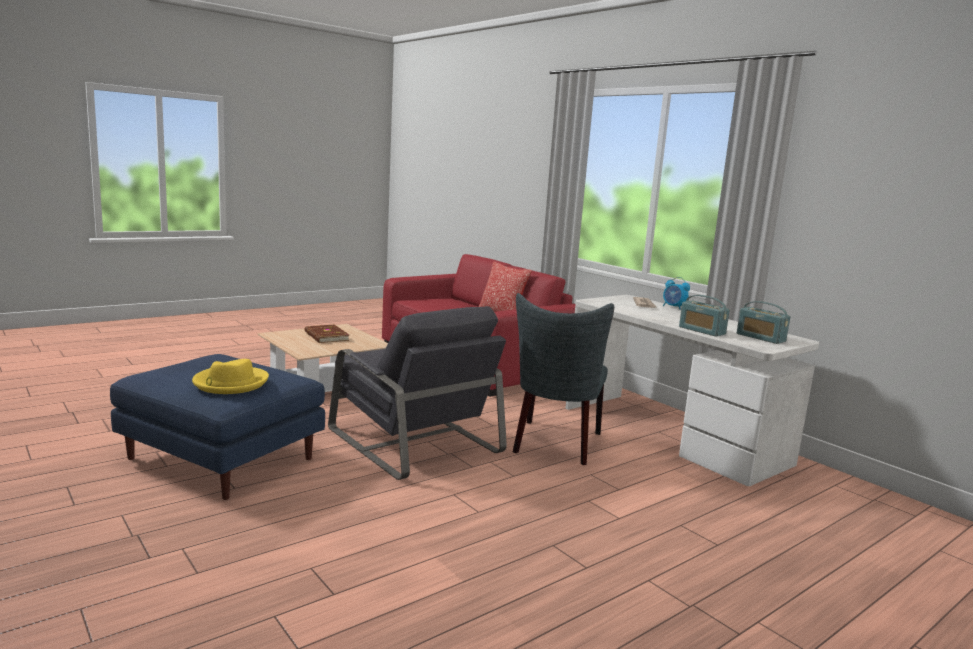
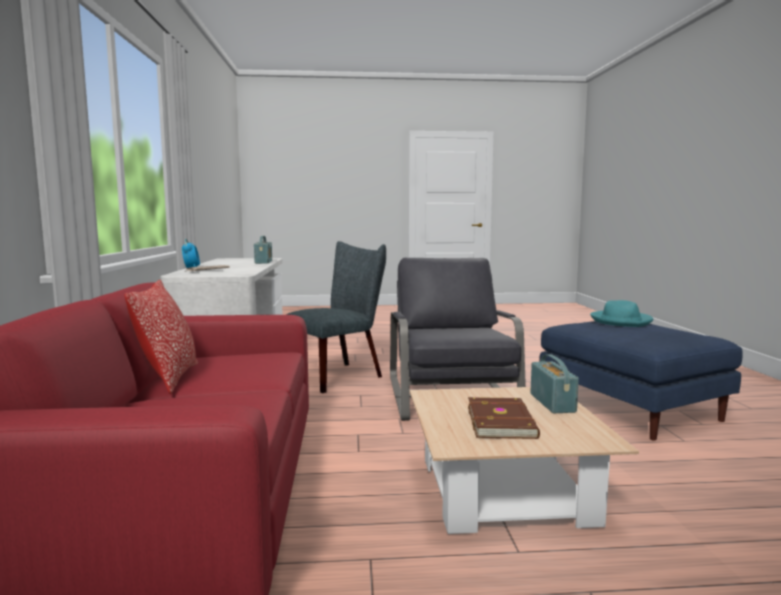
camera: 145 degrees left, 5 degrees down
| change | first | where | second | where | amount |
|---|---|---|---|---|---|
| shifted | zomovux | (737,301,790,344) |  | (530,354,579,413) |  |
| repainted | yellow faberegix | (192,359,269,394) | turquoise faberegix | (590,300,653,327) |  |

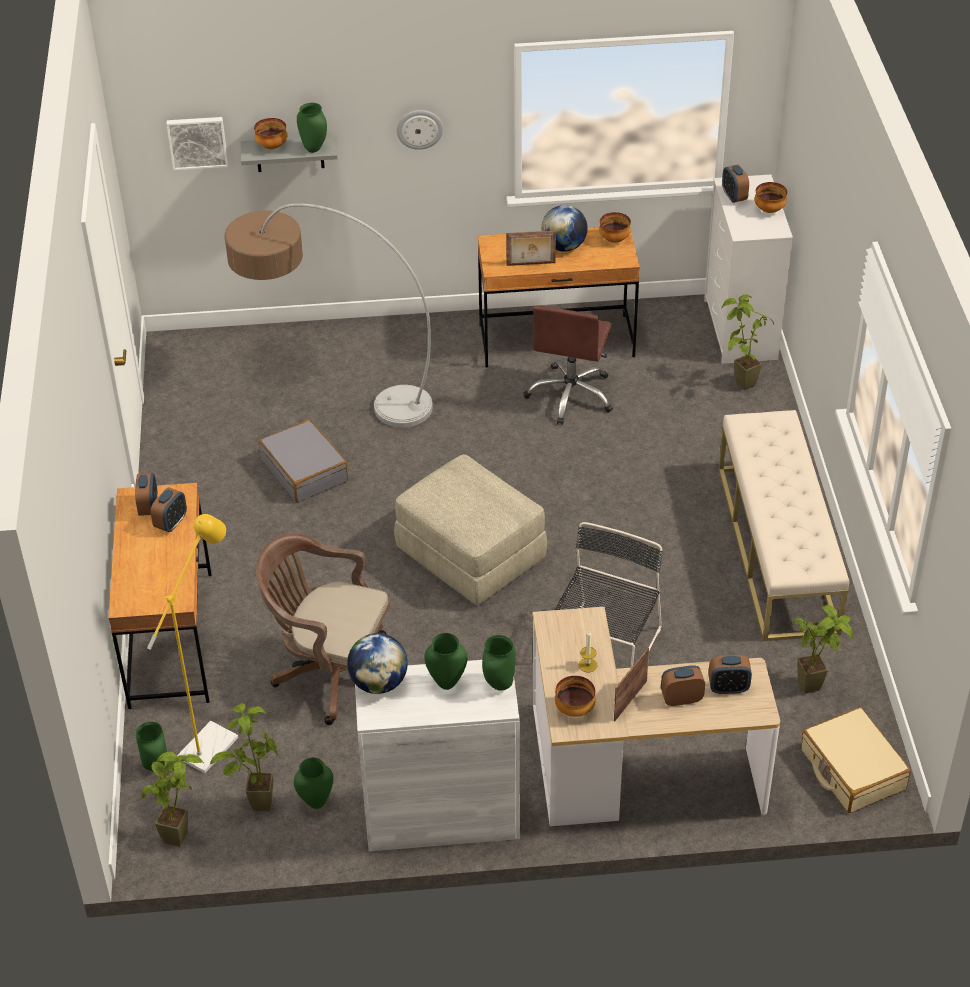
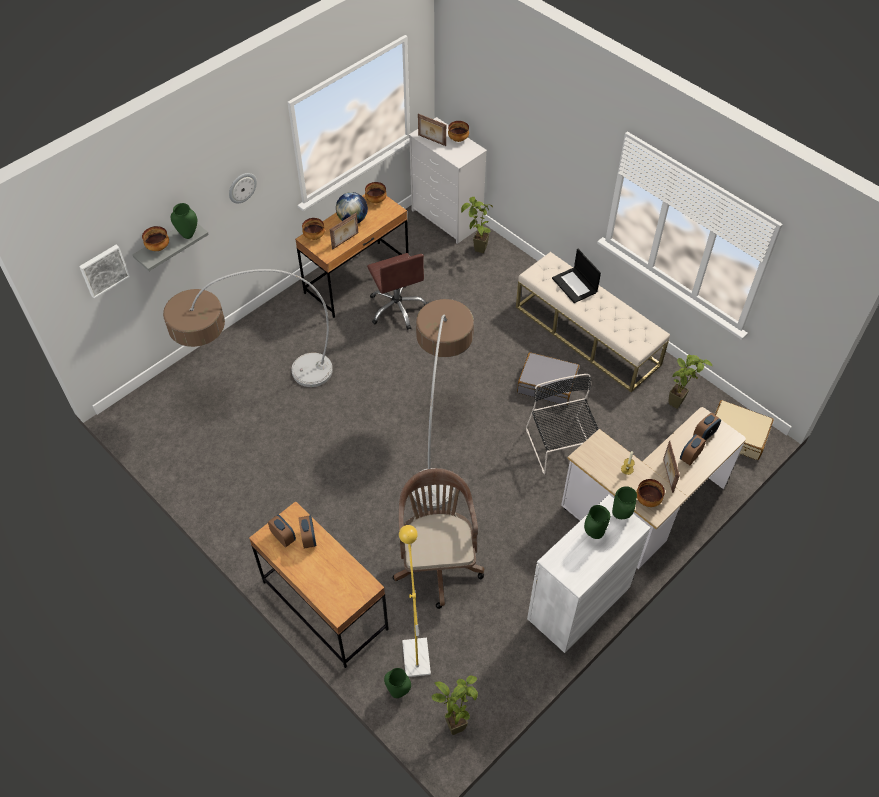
camera: 40 degrees left, 10 degrees up
| change | first | where | second | where | amount |
|---|---|---|---|---|---|
| gone | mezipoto | (209,703,278,811) |  |  |  |
| gone | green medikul | (294,757,334,809) |  |  |  |
| gone | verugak | (347,633,408,694) |  |  |  |
| new |  |  | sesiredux | (302,218,325,240) |  |
| new |  |  | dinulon | (552,249,601,303) |  |
| shifted | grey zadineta | (259,420,348,502) |  | (517,352,579,405) |  |
| swapped | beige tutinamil | (394,454,547,606) | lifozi | (412,299,474,508) |  |
| swapped | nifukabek | (722,165,749,203) | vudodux | (418,114,446,146) |  |
| rotated | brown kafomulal | (256,533,390,725) |  | (393,468,484,609) | 105 degrees clockwise |

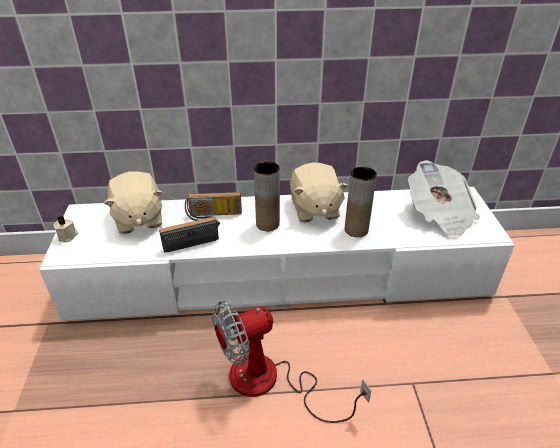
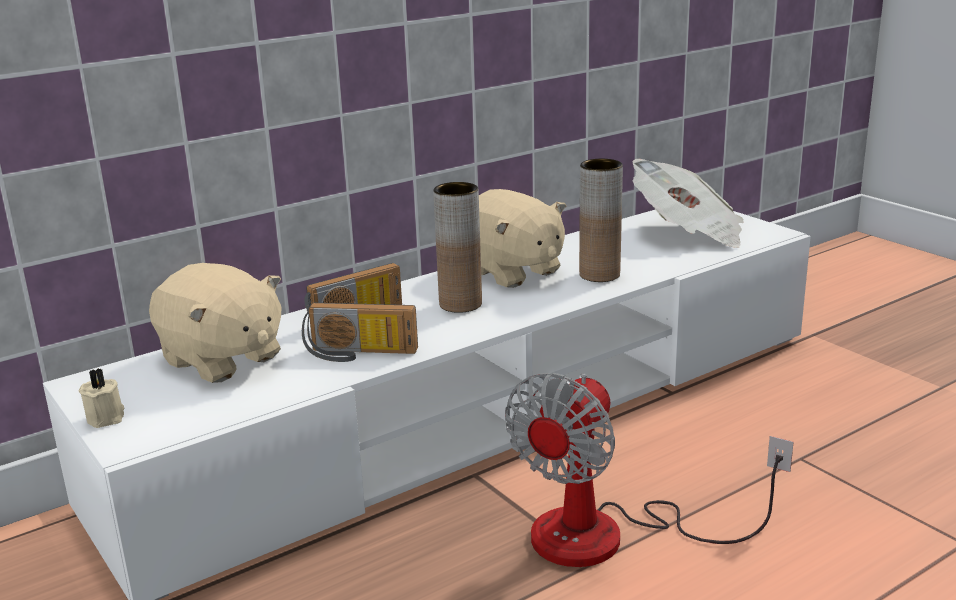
camera: 30 degrees left, 15 degrees down
| change | first | where | second | where | amount |
|---|---|---|---|---|---|
| rotated | zomovux | (159,217,220,252) |  | (302,303,418,362) | 120 degrees counterclockwise |

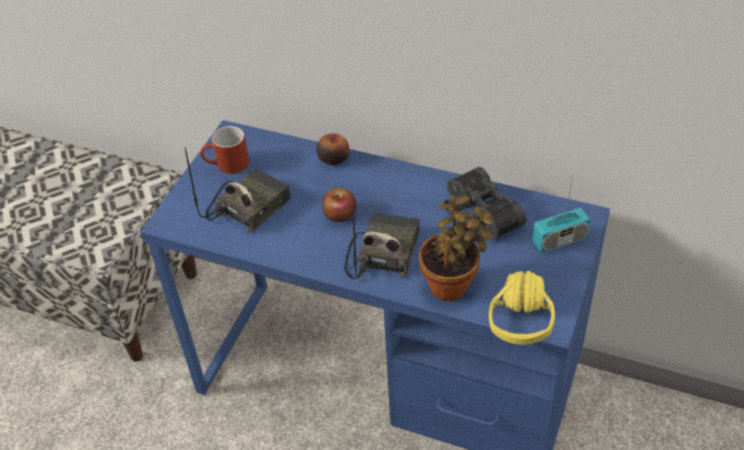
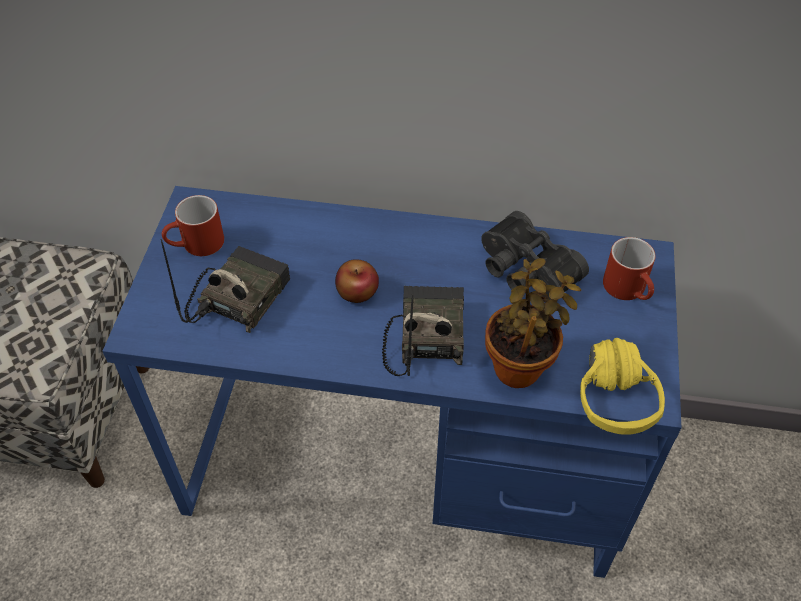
camera: 15 degrees left, 5 degrees up
| change | first | where | second | where | amount |
|---|---|---|---|---|---|
| gone | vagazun | (316,133,350,165) |  |  |  |
| swapped | zomovux | (532,174,591,253) | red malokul | (603,237,656,300) |  |

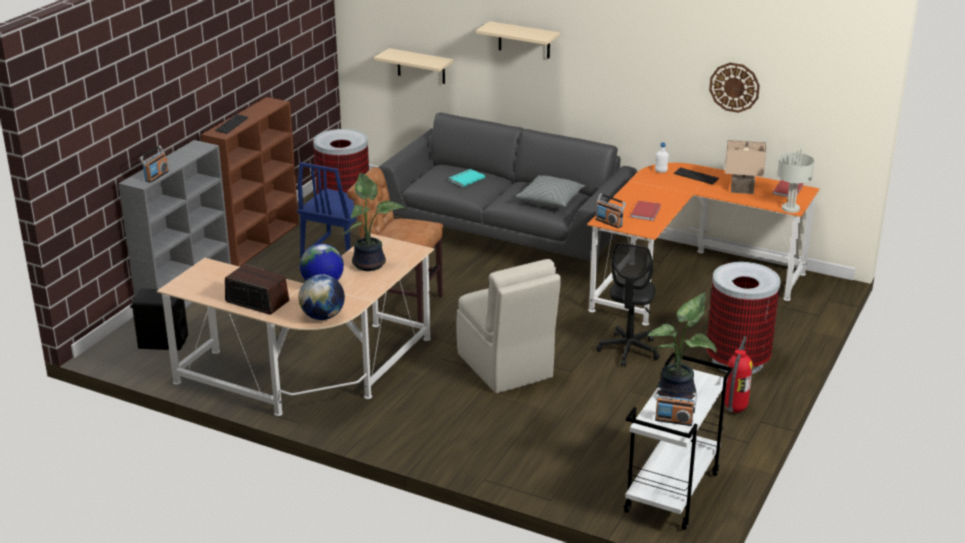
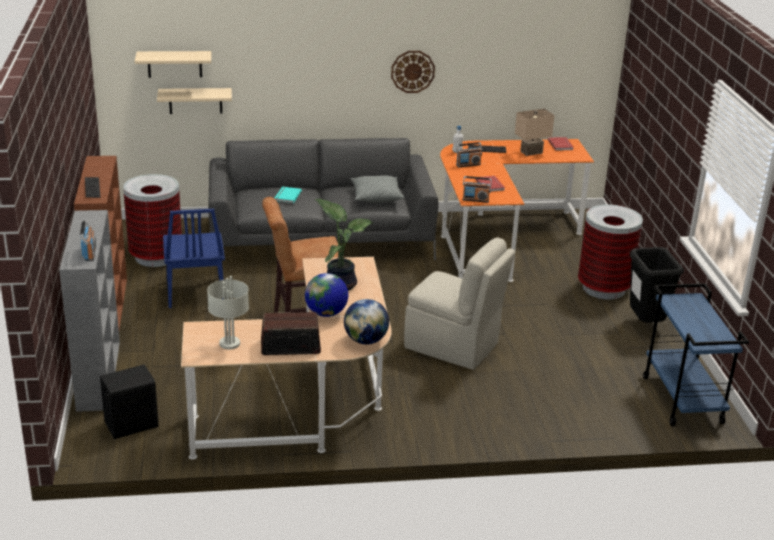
camera: 35 degrees left, 0 degrees up
| change | first | where | second | where | amount |
|---|---|---|---|---|---|
| gone | black kafomulal | (596,243,660,367) |  |  |  |
| gone | mezipoto | (648,293,717,400) |  |  |  |
| shifted | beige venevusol | (476,21,560,58) |  | (135,51,211,78) |  |
| shifted | zomovux | (655,388,697,426) |  | (456,142,482,167) |  |
| shifted | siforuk | (709,63,760,113) |  | (391,51,435,93) |  |
| shifted | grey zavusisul | (777,148,815,213) |  | (207,276,249,349) |  |
| swapped | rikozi | (725,336,753,412) | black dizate | (629,247,684,323) |  |
| repainted | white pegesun | (623,353,733,530) | blue pegesun | (643,283,749,426) |  |

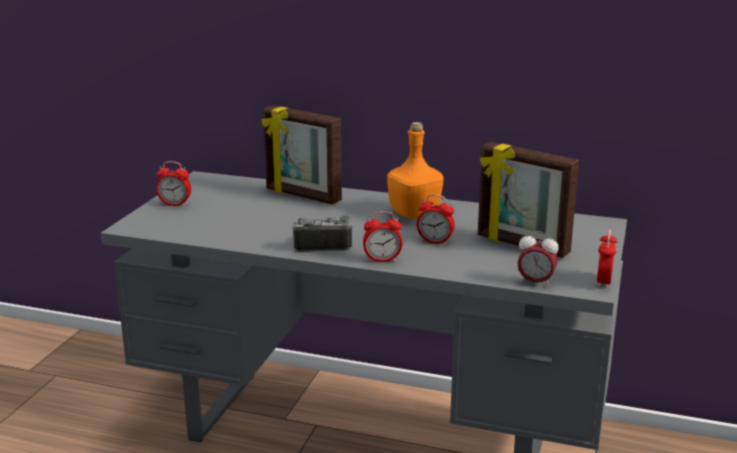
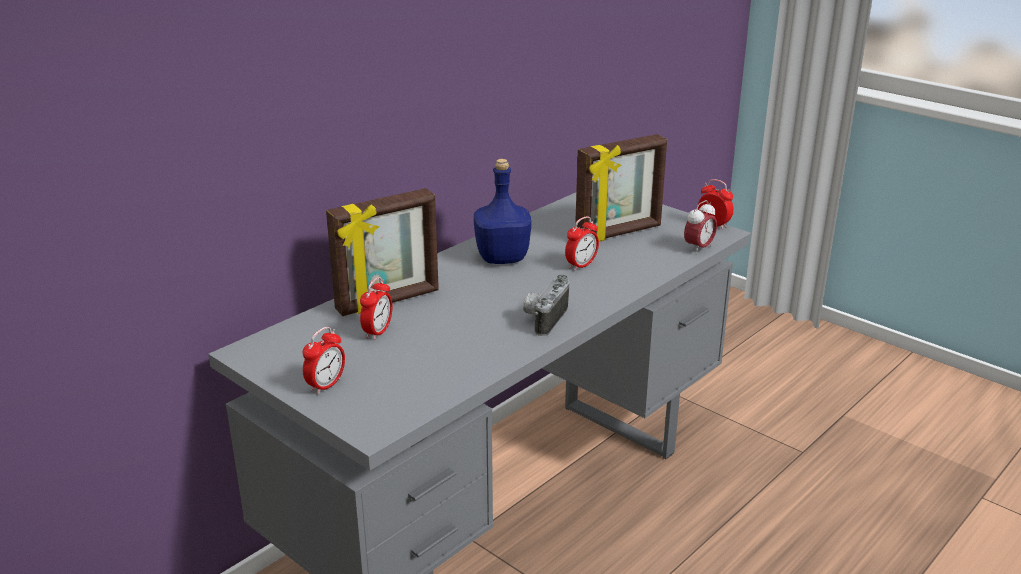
camera: 65 degrees left, 5 degrees up
| change | first | where | second | where | amount |
|---|---|---|---|---|---|
| shifted | nifukabek | (363,211,403,262) |  | (360,277,392,340) |  |
| repainted | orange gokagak | (387,122,444,219) | blue gokagak | (474,159,531,264) |  |

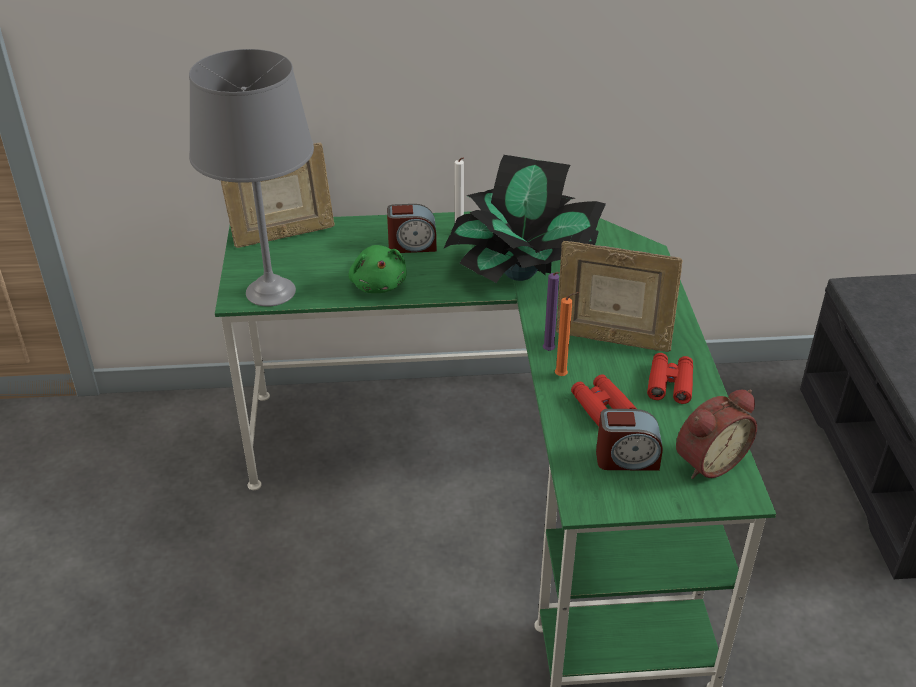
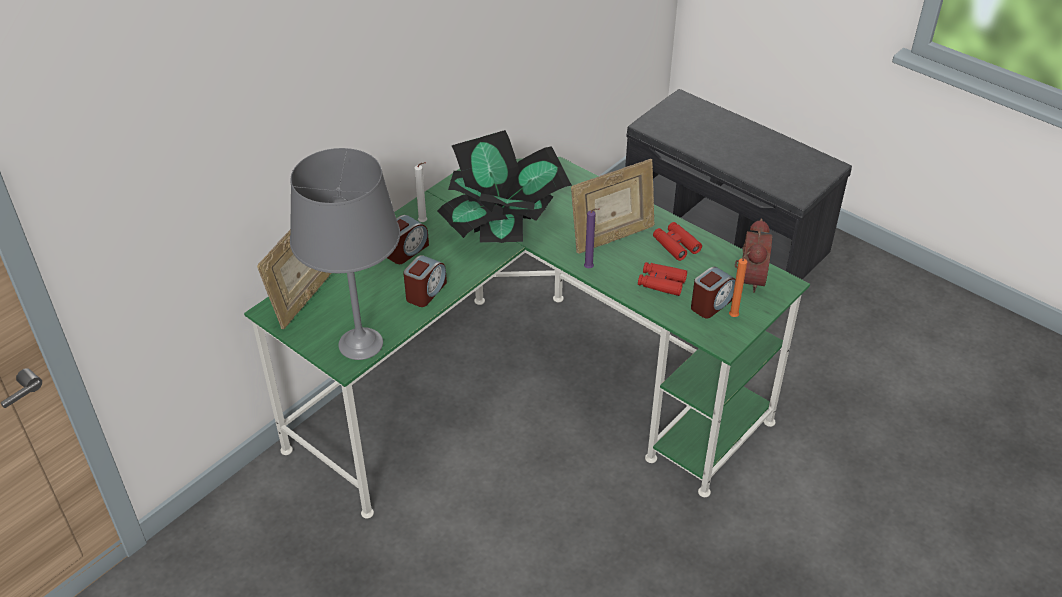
camera: 45 degrees left, 5 degrees up
| change | first | where | second | where | amount |
|---|---|---|---|---|---|
| shifted | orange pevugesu | (555,292,579,376) |  | (729,251,751,317) |  |
| swapped | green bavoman | (349,245,406,293) | nifukabek | (403,255,447,307) |  |

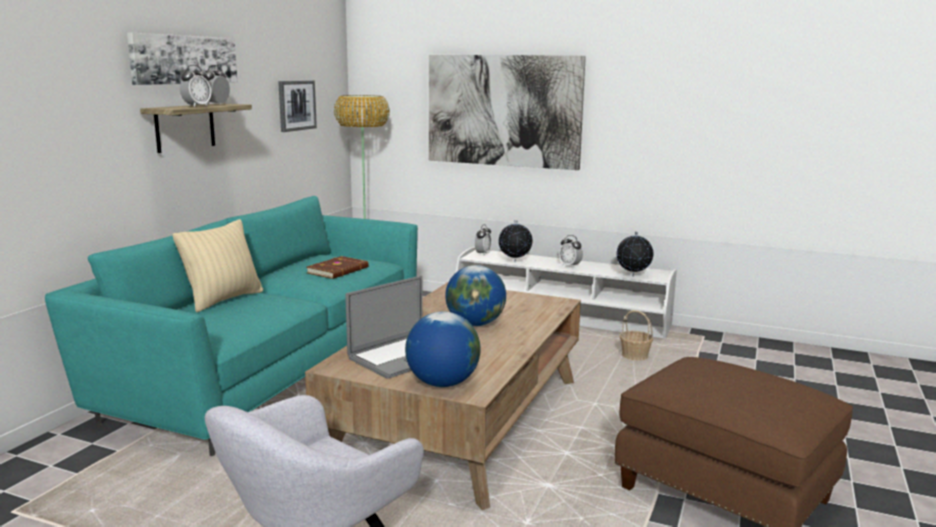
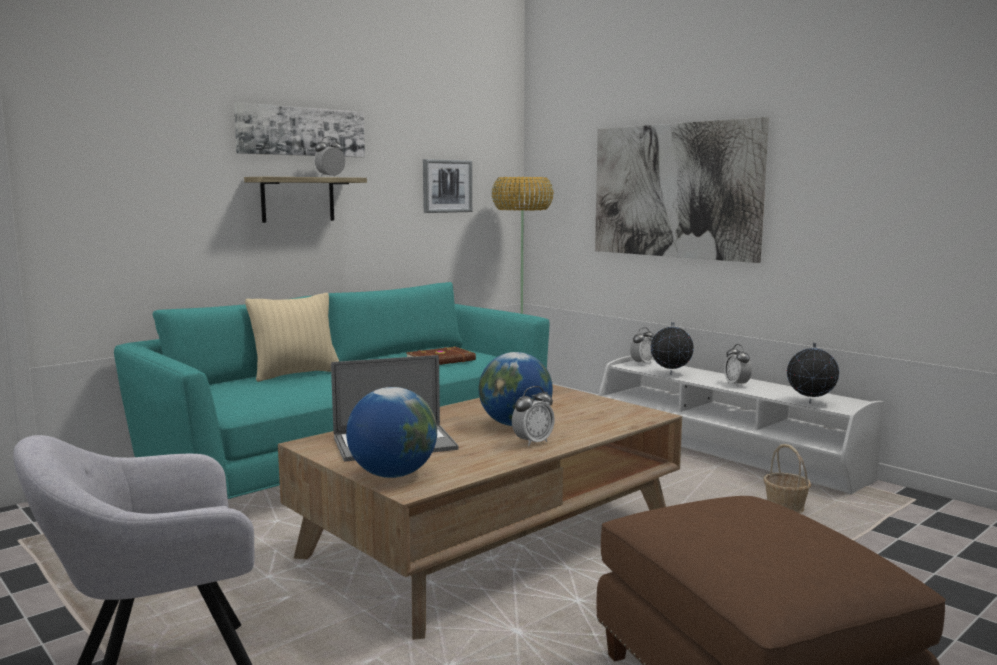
camera: 25 degrees right, 5 degrees down
| change | first | where | second | where | amount |
|---|---|---|---|---|---|
| shifted | nifukabek | (180,65,211,107) |  | (512,386,555,447) |  |

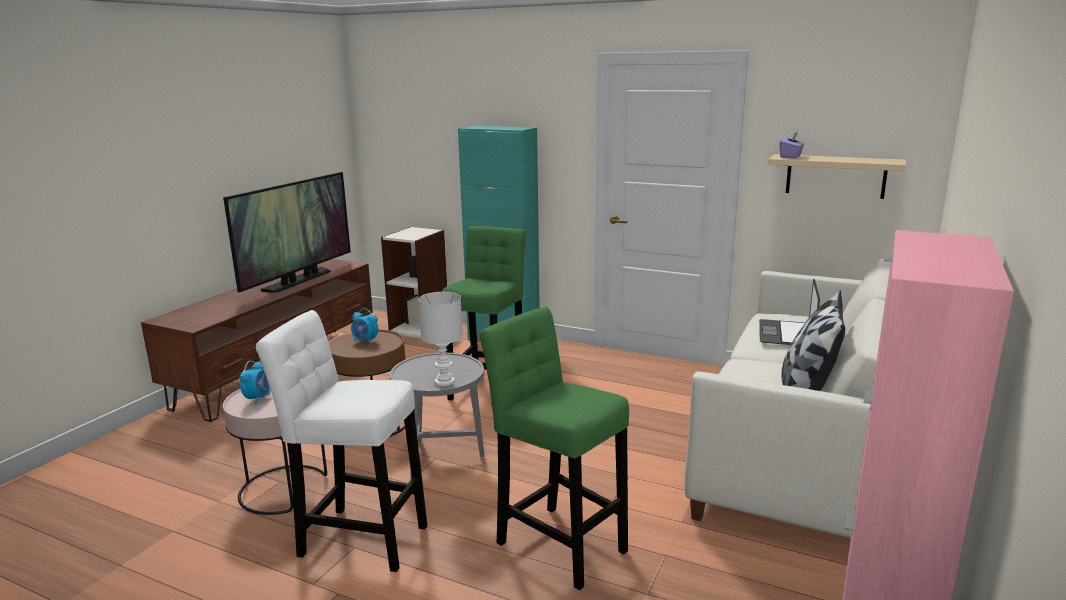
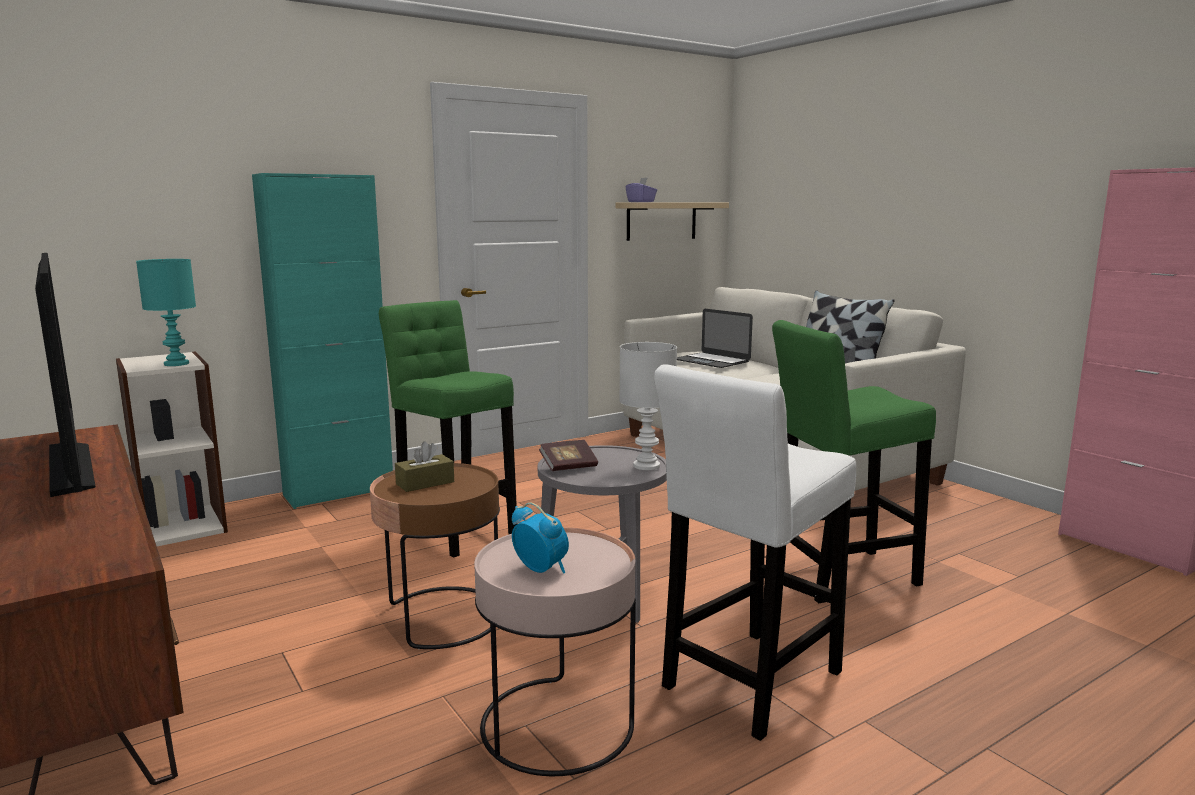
camera: 60 degrees left, 5 degrees down
| change | first | where | second | where | amount |
|---|---|---|---|---|---|
| new |  |  | turquoise zavusisul | (136,259,196,366) |  |
| new |  |  | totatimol | (539,440,598,471) |  |
| swapped | nifukabek | (351,308,378,344) | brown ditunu | (395,441,454,492) |  |

